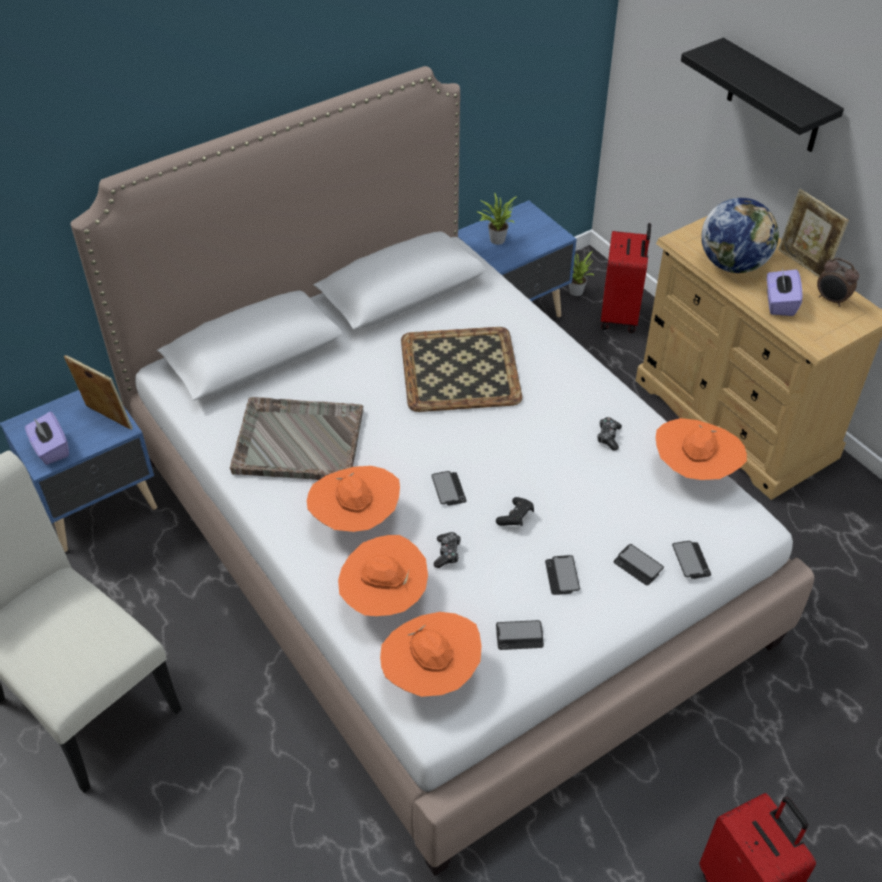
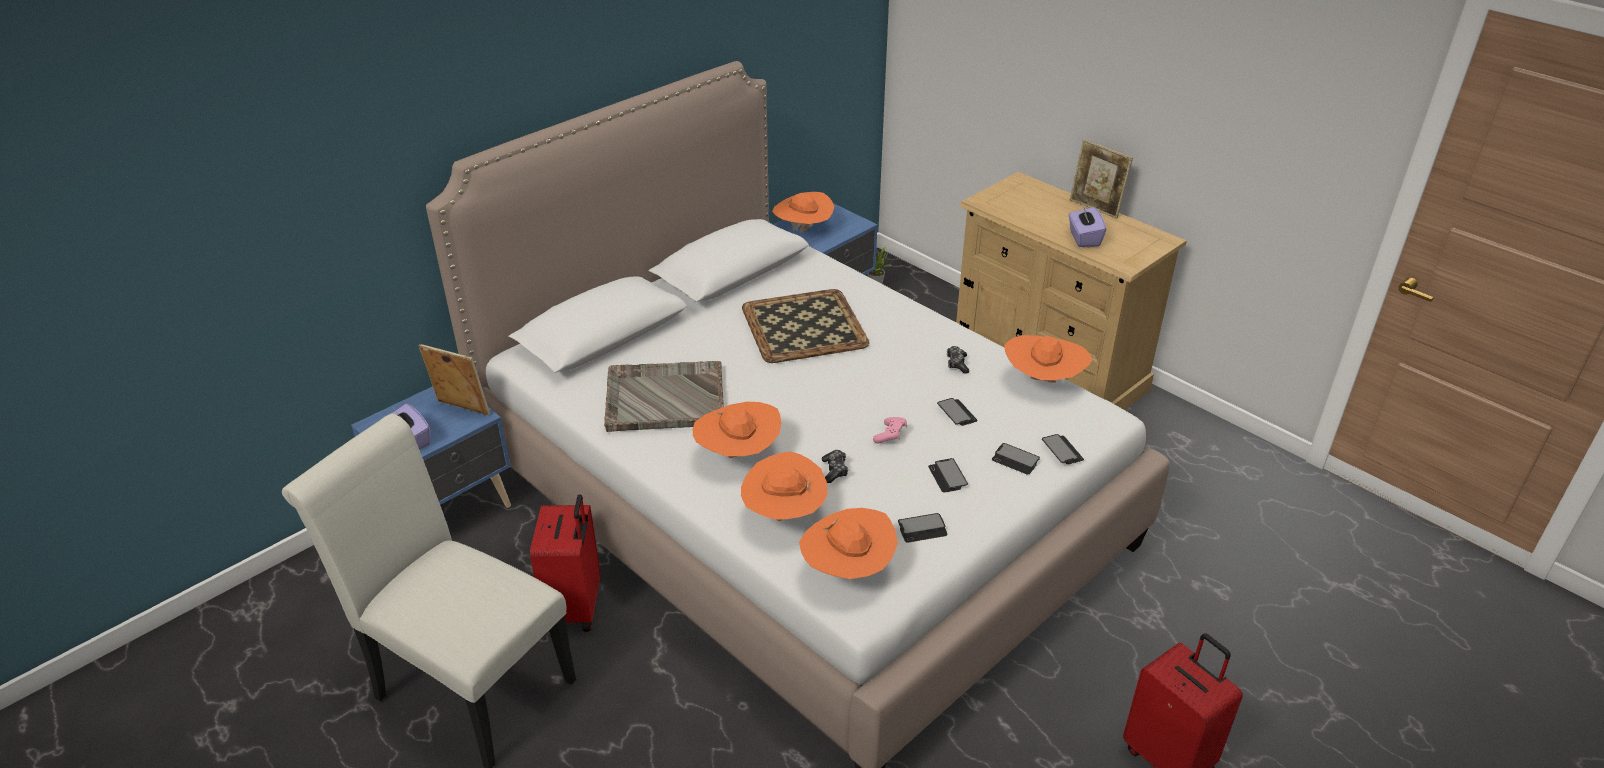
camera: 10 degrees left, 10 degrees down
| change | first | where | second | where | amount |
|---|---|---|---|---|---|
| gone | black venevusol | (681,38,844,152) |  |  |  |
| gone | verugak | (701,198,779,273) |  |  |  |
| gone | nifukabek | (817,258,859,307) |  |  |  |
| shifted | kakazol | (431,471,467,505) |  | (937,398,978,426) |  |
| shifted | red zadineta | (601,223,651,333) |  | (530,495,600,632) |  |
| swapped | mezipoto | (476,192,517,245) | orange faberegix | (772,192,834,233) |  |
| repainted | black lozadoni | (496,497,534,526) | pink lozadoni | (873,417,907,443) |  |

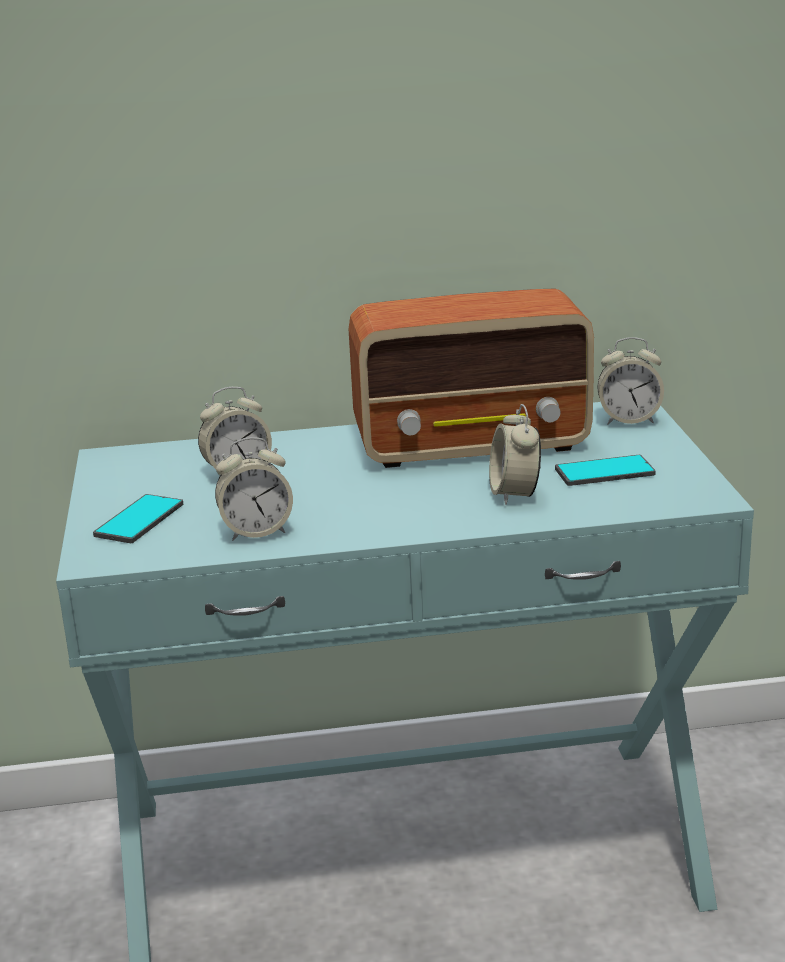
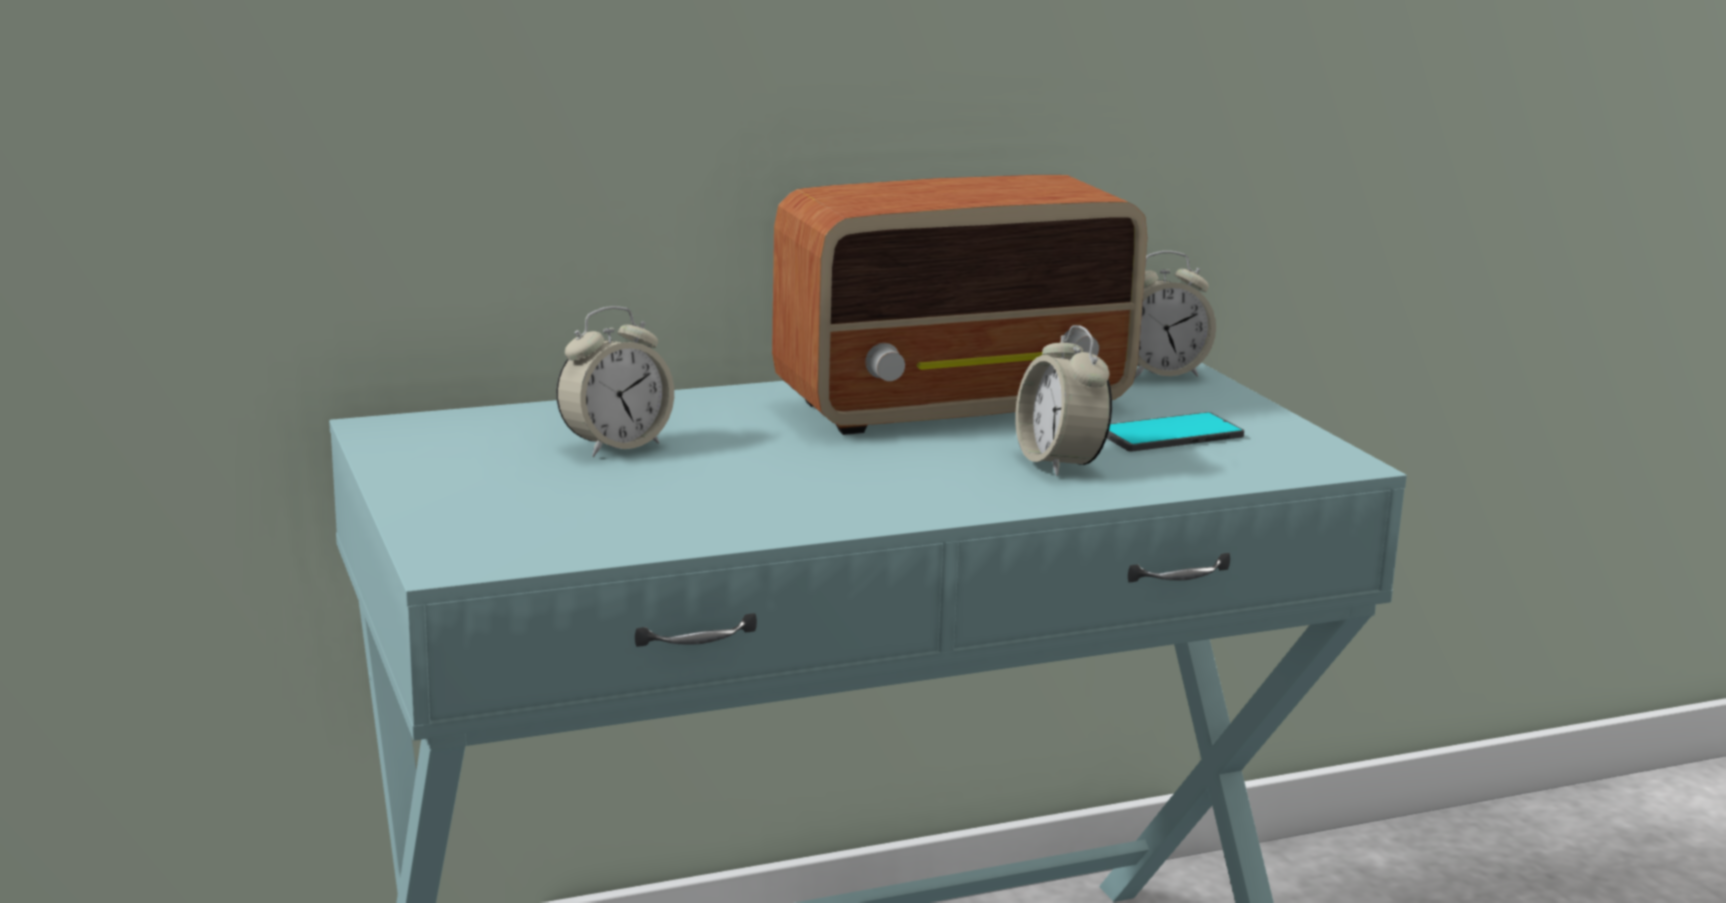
camera: 15 degrees left, 5 degrees down
| change | first | where | second | where | amount |
|---|---|---|---|---|---|
| gone | kakazol | (93,494,183,543) |  |  |  |
| gone | nifukabek | (215,437,293,541) |  |  |  |

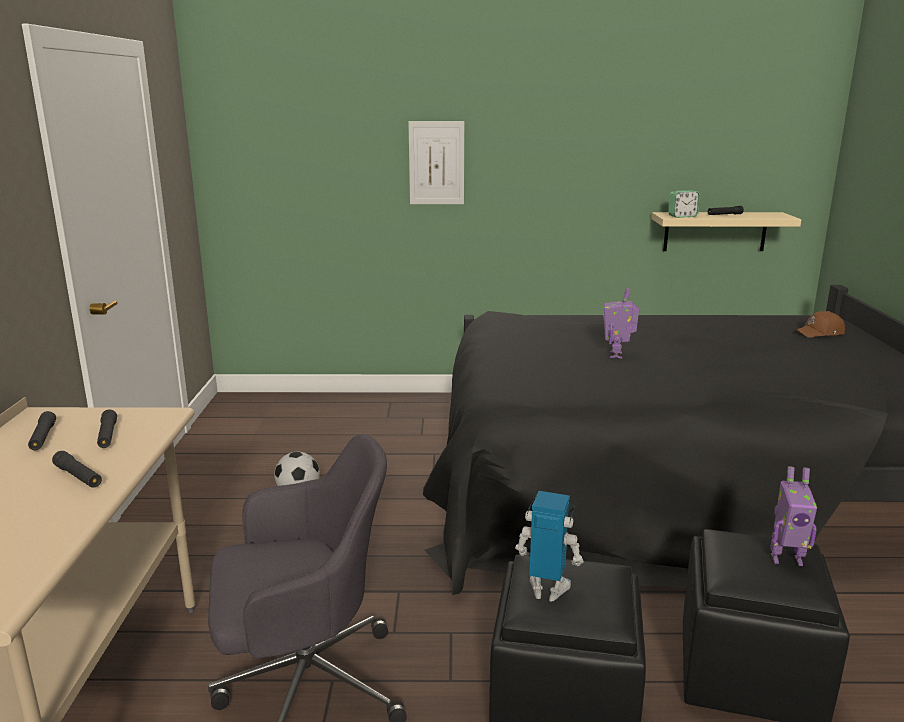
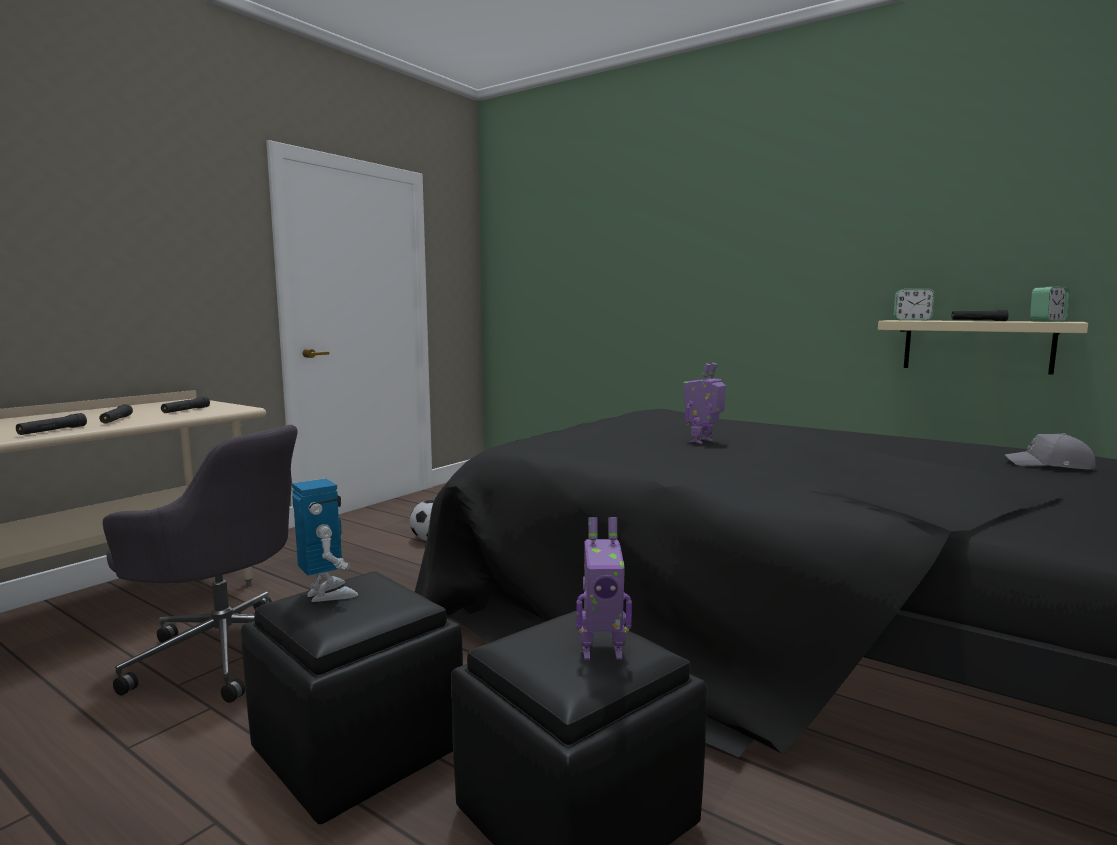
camera: 35 degrees right, 10 degrees down
| change | first | where | second | where | amount |
|---|---|---|---|---|---|
| gone | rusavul | (408,121,464,204) |  |  |  |
| new |  |  | nifukabek | (1030,287,1070,322) |  |
| shifted | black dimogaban | (28,411,56,451) |  | (16,413,87,435) |  |
| repainted | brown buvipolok | (795,311,845,338) | grey buvipolok | (1004,433,1096,469) |  |
| rotated | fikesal | (770,466,817,566) |  | (576,517,632,660) | 45 degrees counterclockwise |

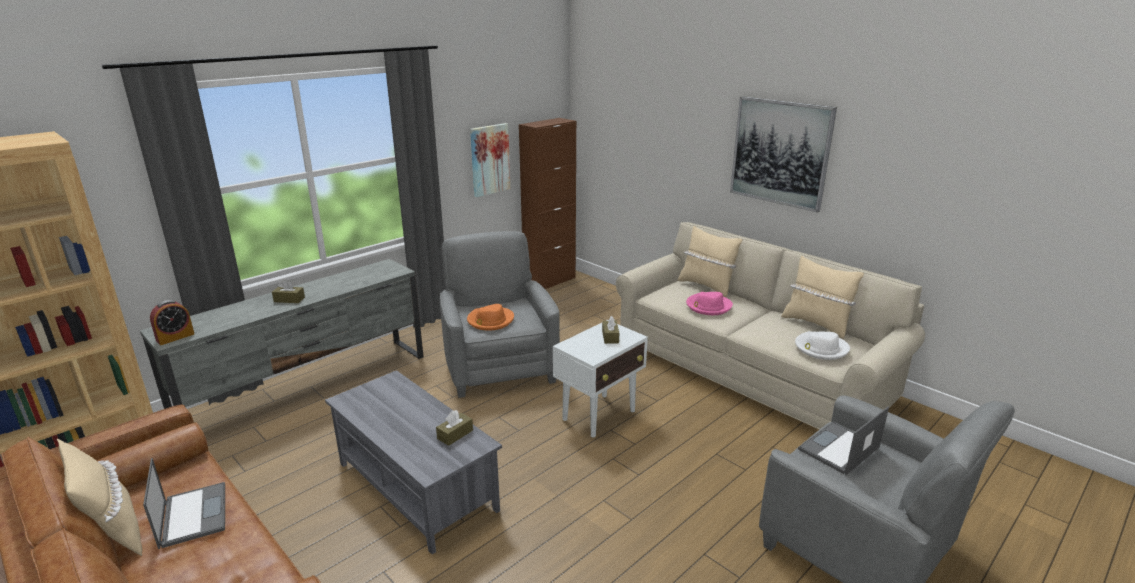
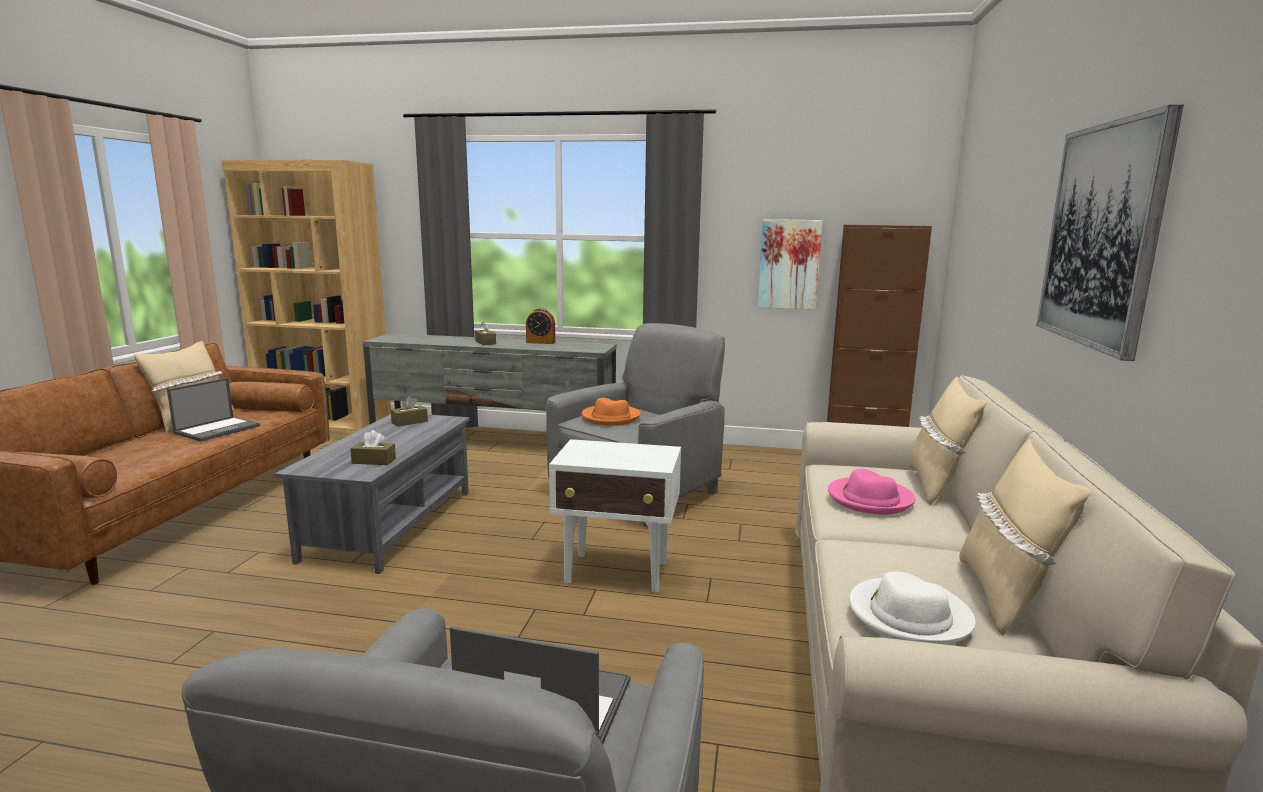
camera: 55 degrees right, 10 degrees down
| change | first | where | second | where | amount |
|---|---|---|---|---|---|
| shifted | nifukabek | (150,300,194,345) |  | (526,308,555,344) |  |
| shifted | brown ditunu | (602,316,619,344) |  | (391,396,428,427) |  |

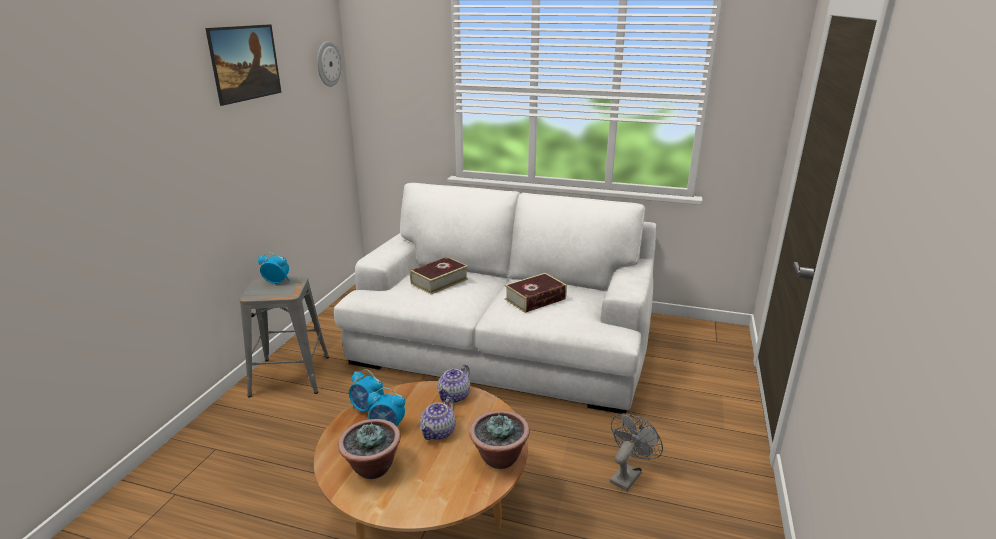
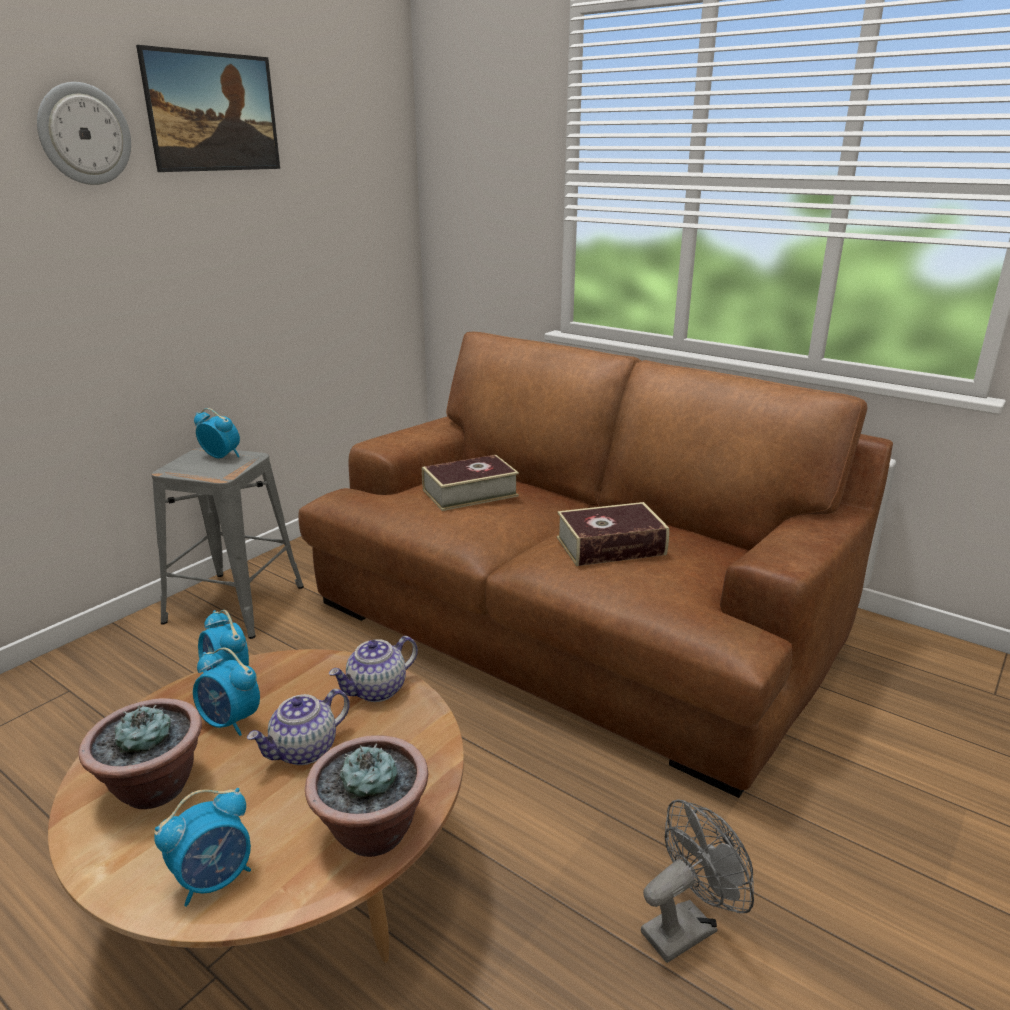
camera: 20 degrees right, 0 degrees up
| change | first | where | second | where | amount |
|---|---|---|---|---|---|
| new |  |  | nifukabek | (154,788,251,907) |  |
| shifted | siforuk | (317,41,342,87) |  | (37,82,131,185) |  |
| repainted | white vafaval | (334,183,656,414) | brown vafaval | (298,332,893,798) |  |

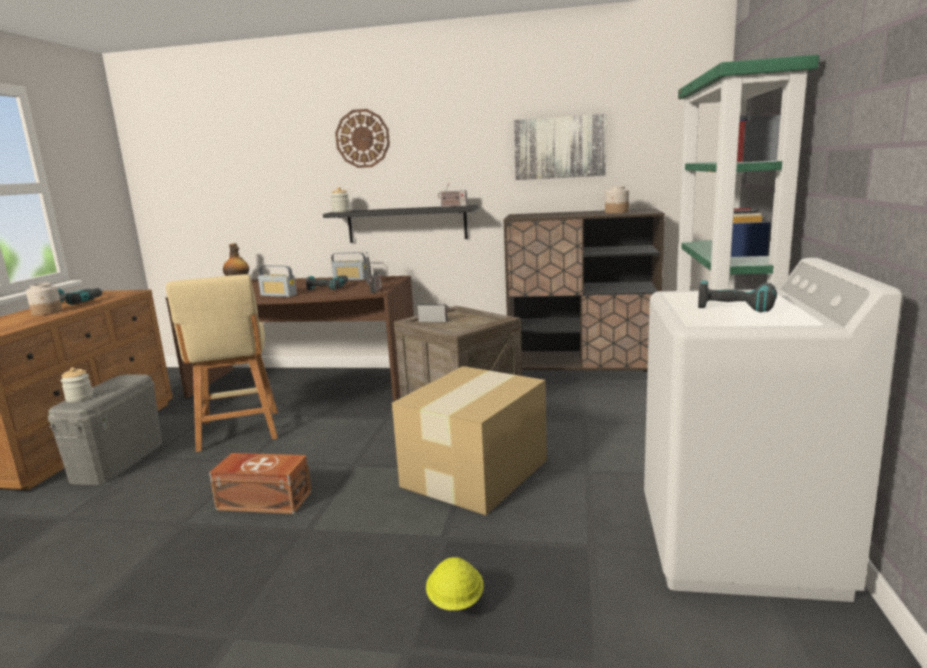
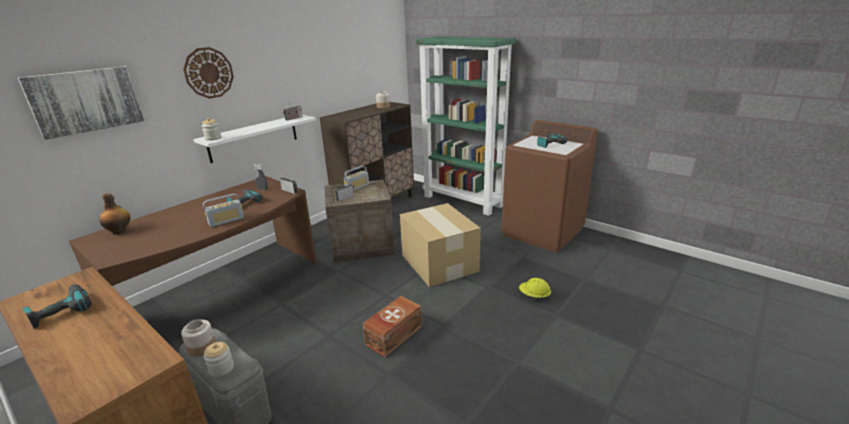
camera: 60 degrees left, 10 degrees up
| change | first | where | second | where | amount |
|---|---|---|---|---|---|
| gone | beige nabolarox | (166,274,278,452) |  |  |  |
| shifted | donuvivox | (26,283,63,316) |  | (181,319,216,357) |  |
| shifted | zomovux | (331,252,366,280) |  | (344,166,369,191) |  |
| shifted | rusavul | (514,114,607,180) |  | (18,66,145,140) |  |
| repainted | black venevusol | (323,205,478,243) | white venevusol | (193,115,316,163) |  |
| repainted | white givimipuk | (644,258,903,602) | brown givimipuk | (501,120,598,253) |  |

